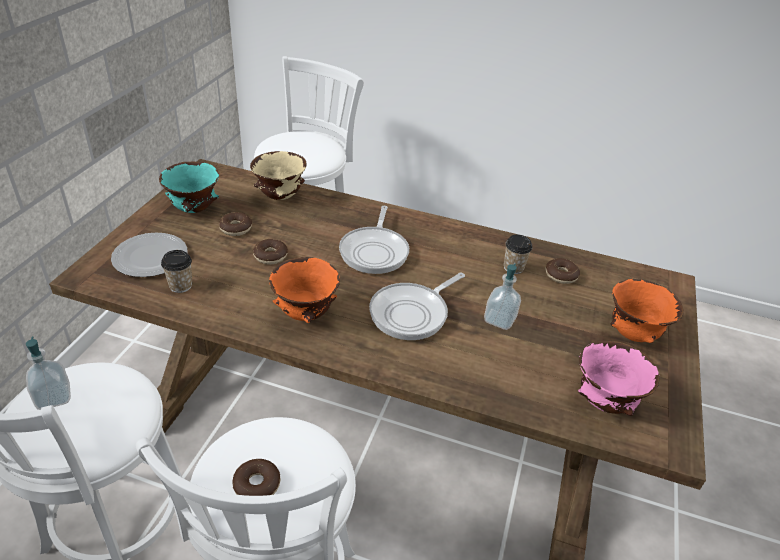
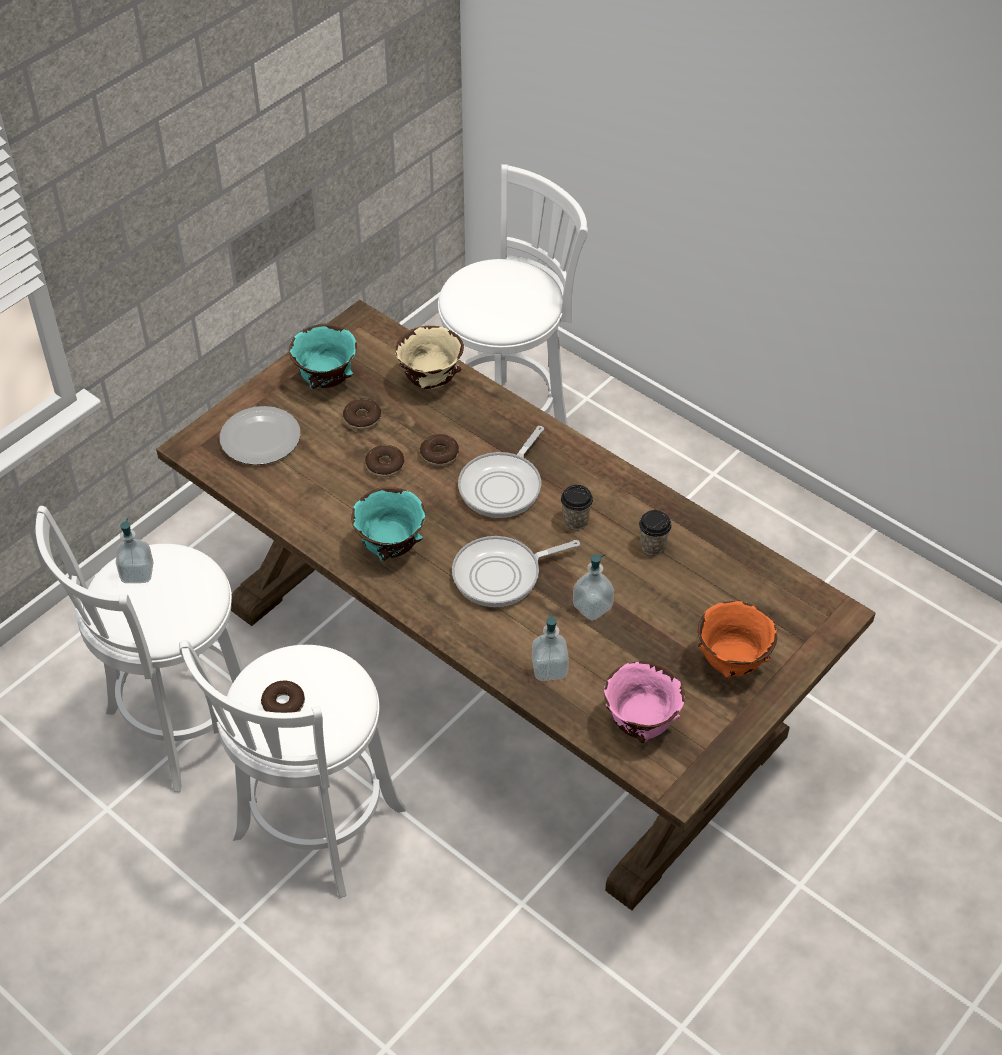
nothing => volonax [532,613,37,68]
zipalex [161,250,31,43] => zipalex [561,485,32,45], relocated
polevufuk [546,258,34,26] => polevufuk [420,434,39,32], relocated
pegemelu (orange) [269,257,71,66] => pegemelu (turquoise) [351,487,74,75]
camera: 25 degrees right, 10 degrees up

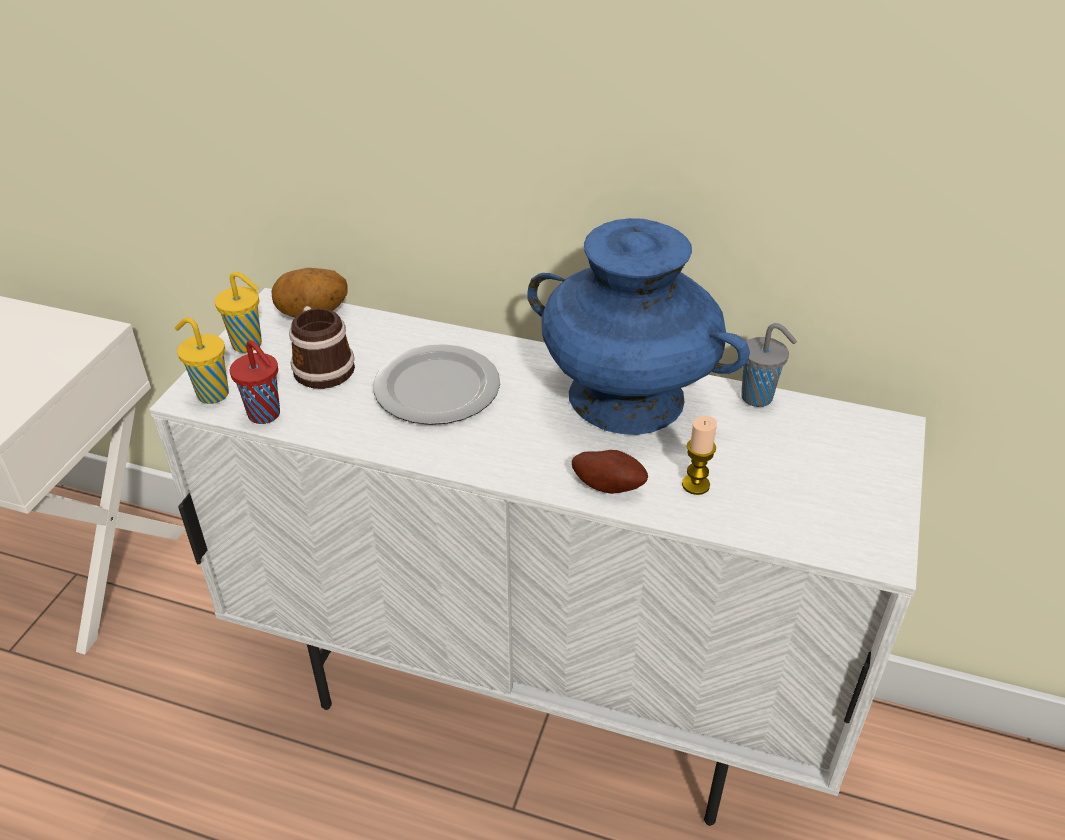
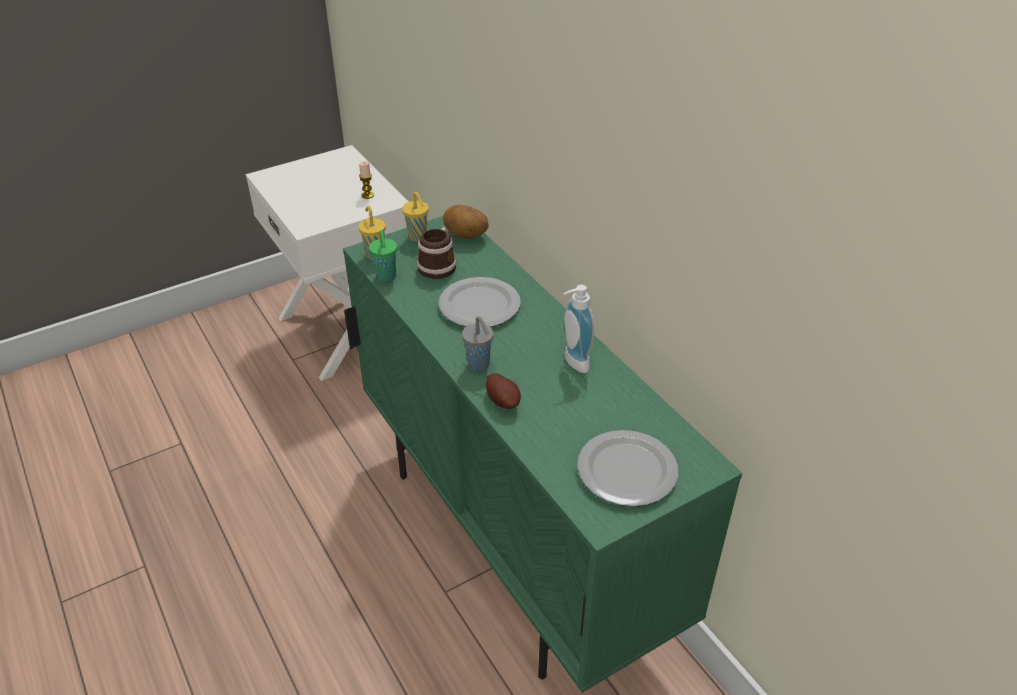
nothing => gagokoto [577,430,101,77]
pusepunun [682,416,35,79] => pusepunun [359,161,15,38], relocated
zipalex (grey) [741,323,56,84] => zipalex (grey) [462,316,32,55], relocated
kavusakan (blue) [528,218,222,217] => volonax [563,285,31,88]
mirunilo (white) [149,288,777,538] => mirunilo (green) [343,216,399,477]
zipalex (red) [230,340,50,84] => zipalex (green) [369,230,28,52]
camera: 40 degrees right, 0 degrees up

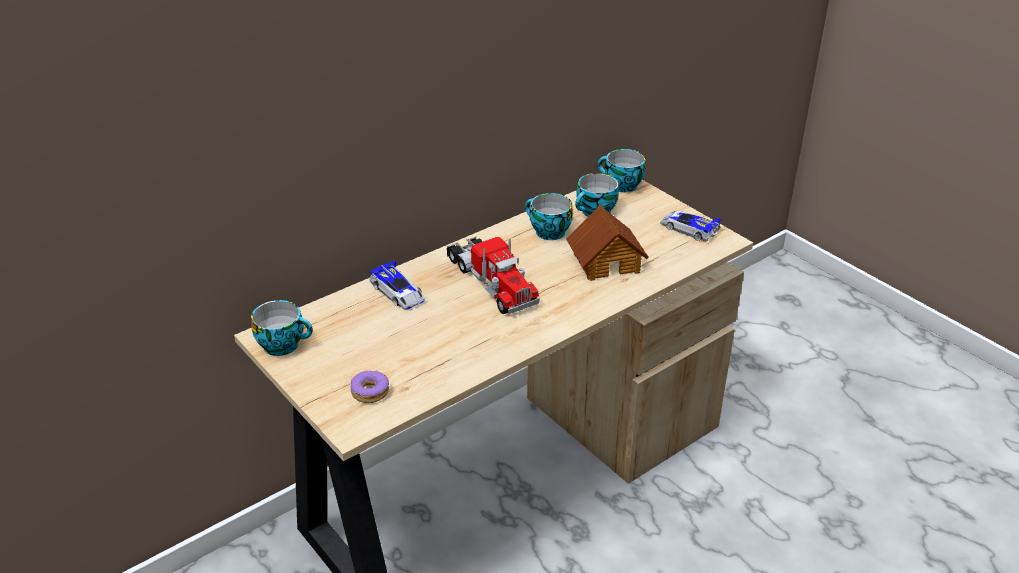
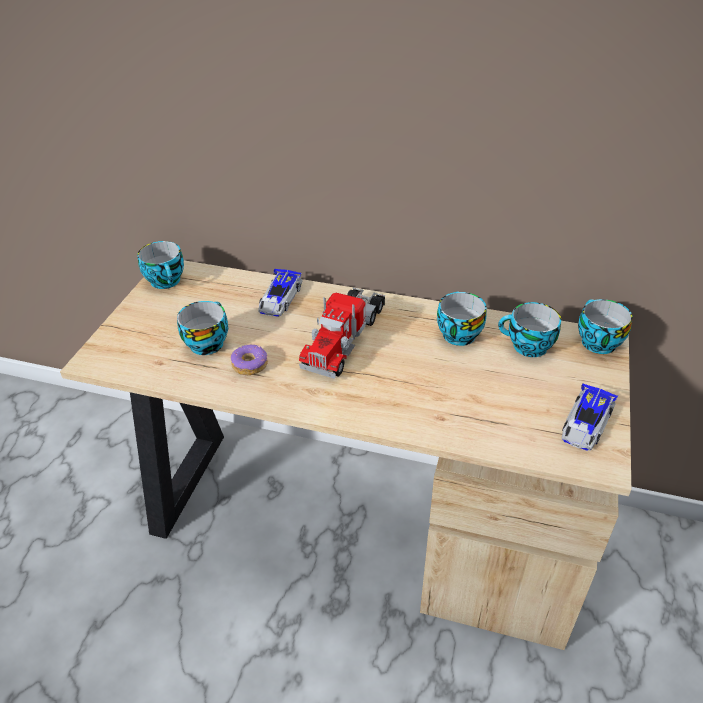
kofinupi [566,205,82,76] => nothing
nothing => zipalex [177,301,51,54]
polevufuk [350,371,39,32] => polevufuk [231,345,37,30], relocated
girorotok [660,211,61,31] => girorotok [561,383,57,68], 150 degrees counterclockwise
camera: 55 degrees right, 5 degrees up

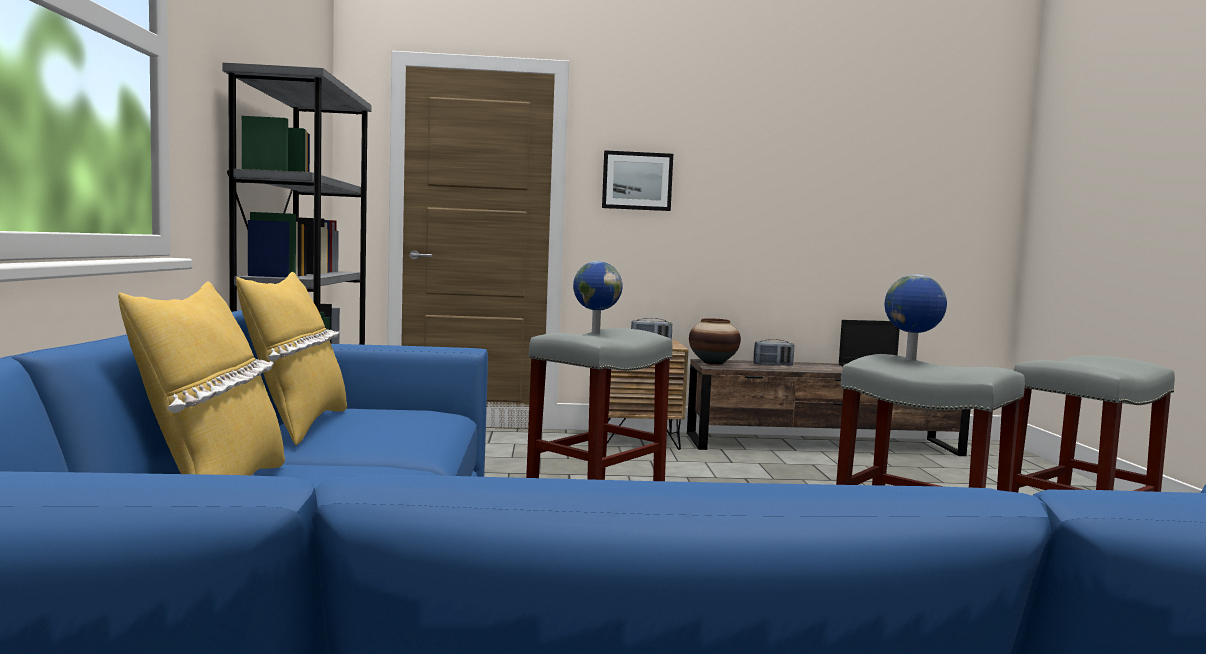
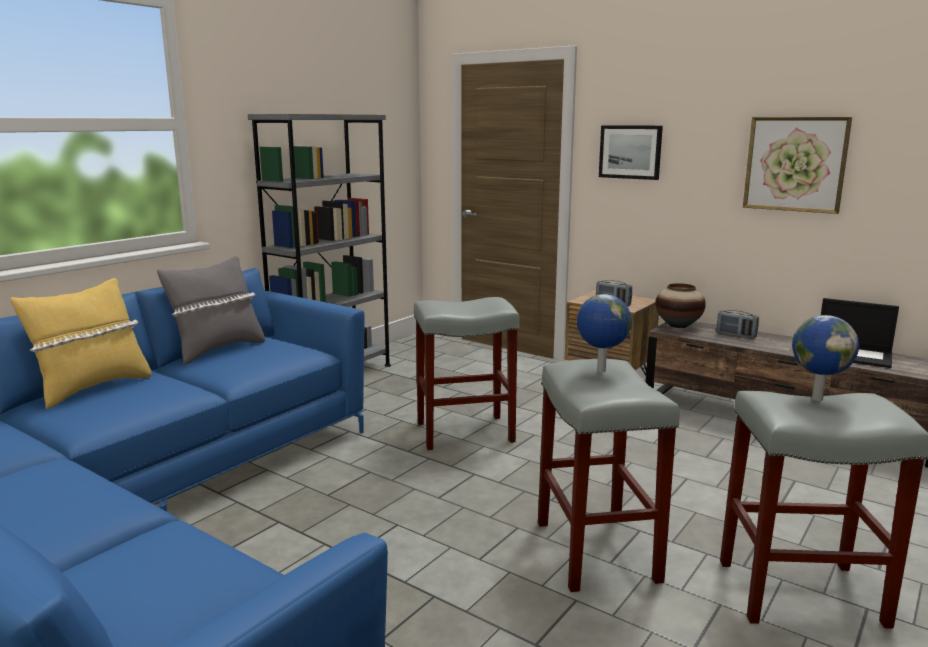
nothing => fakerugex [743,117,109,97]
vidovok [573,261,50,73] => vidovok [792,315,67,86], relocated
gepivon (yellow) [236,272,111,173] => gepivon (grey) [157,256,108,109]
camera: 40 degrees right, 10 degrees up

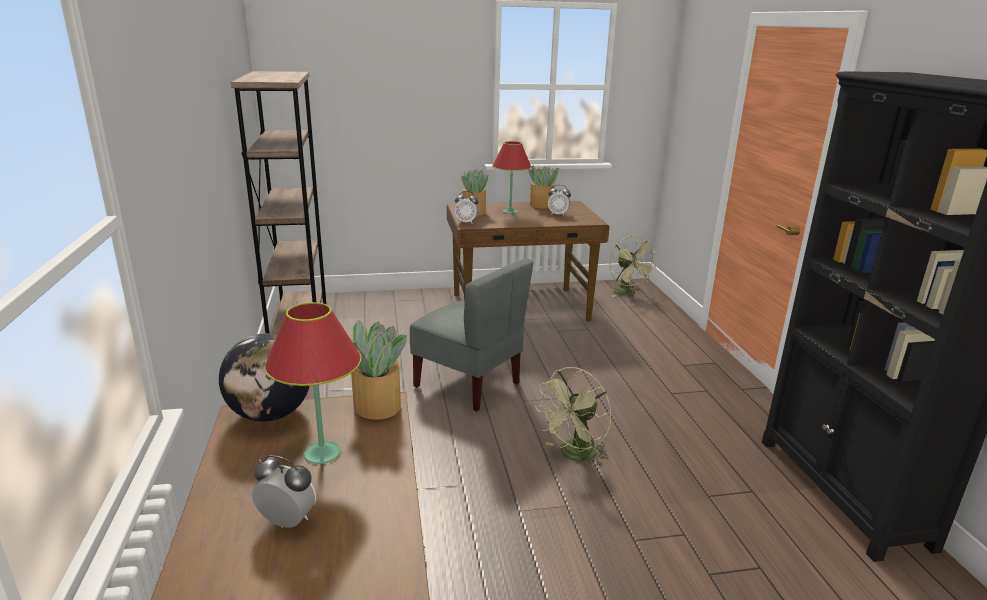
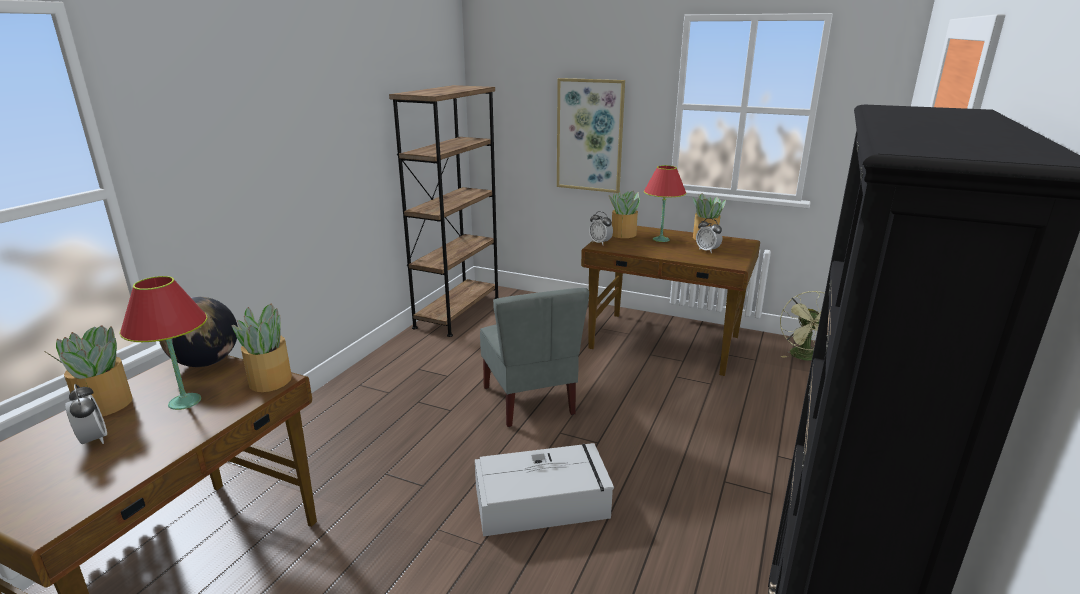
nothing => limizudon [43,325,90,92]
nothing => fakerugex [557,78,68,115]
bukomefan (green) [535,367,76,100] => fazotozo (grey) [475,443,139,94]
camera: 35 degrees right, 0 degrees up

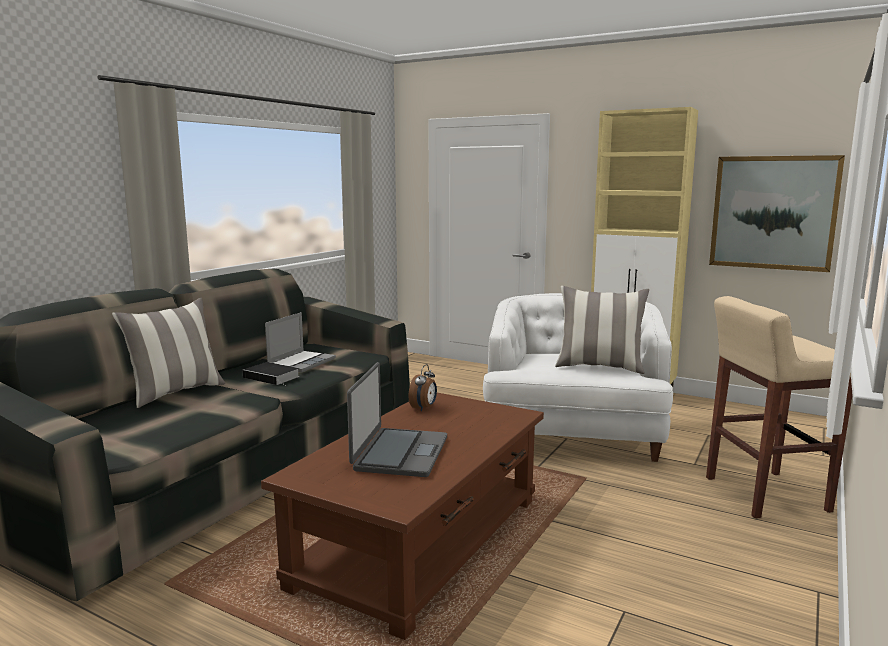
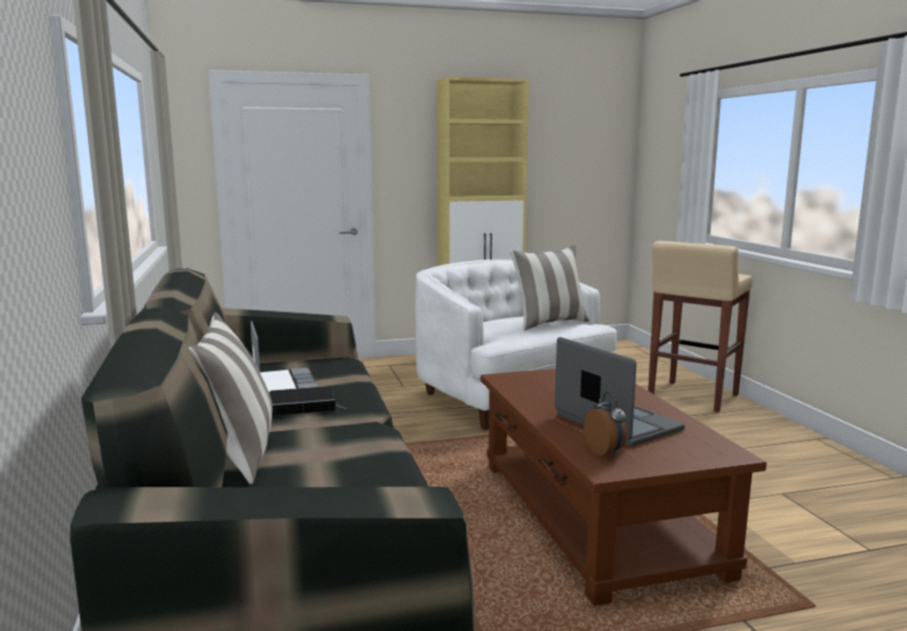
fakerugex [709,155,136,117] => nothing
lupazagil [409,364,28,47] => lupazagil [584,392,43,65], relocated
camera: 45 degrees left, 0 degrees up

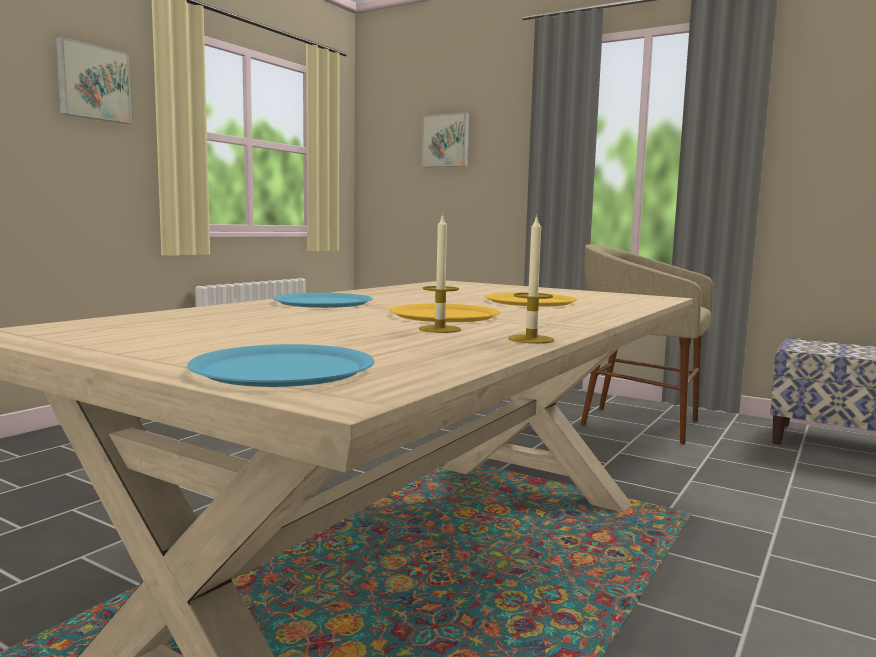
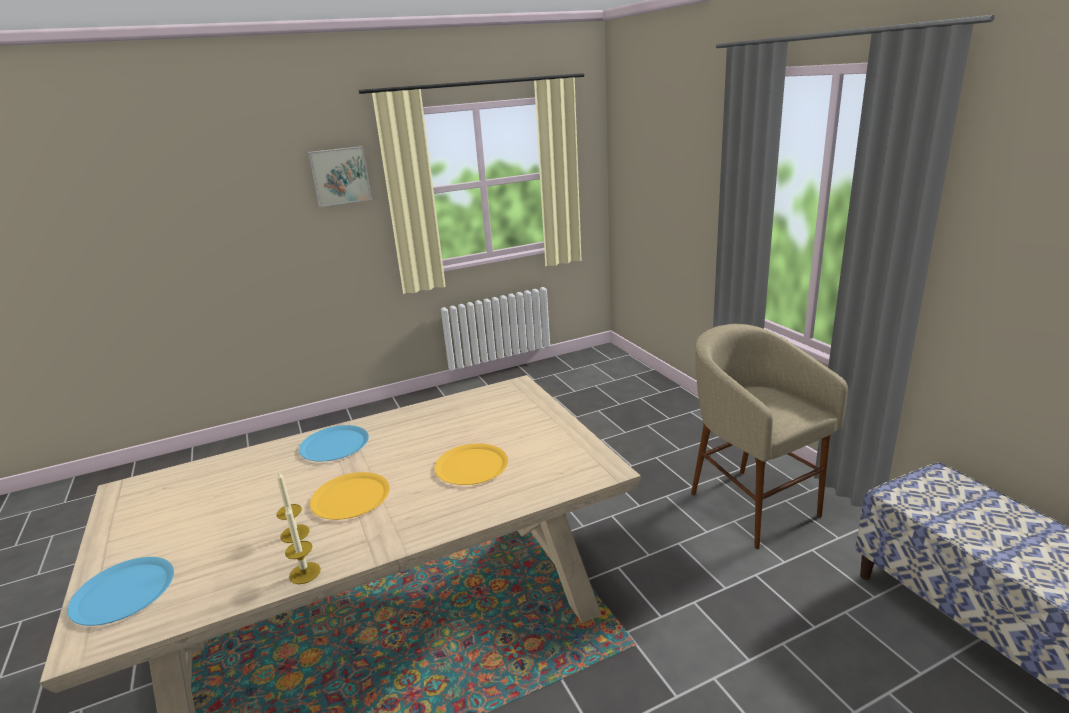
fakerugex [422,112,47,55] => nothing
camera: 35 degrees right, 15 degrees up

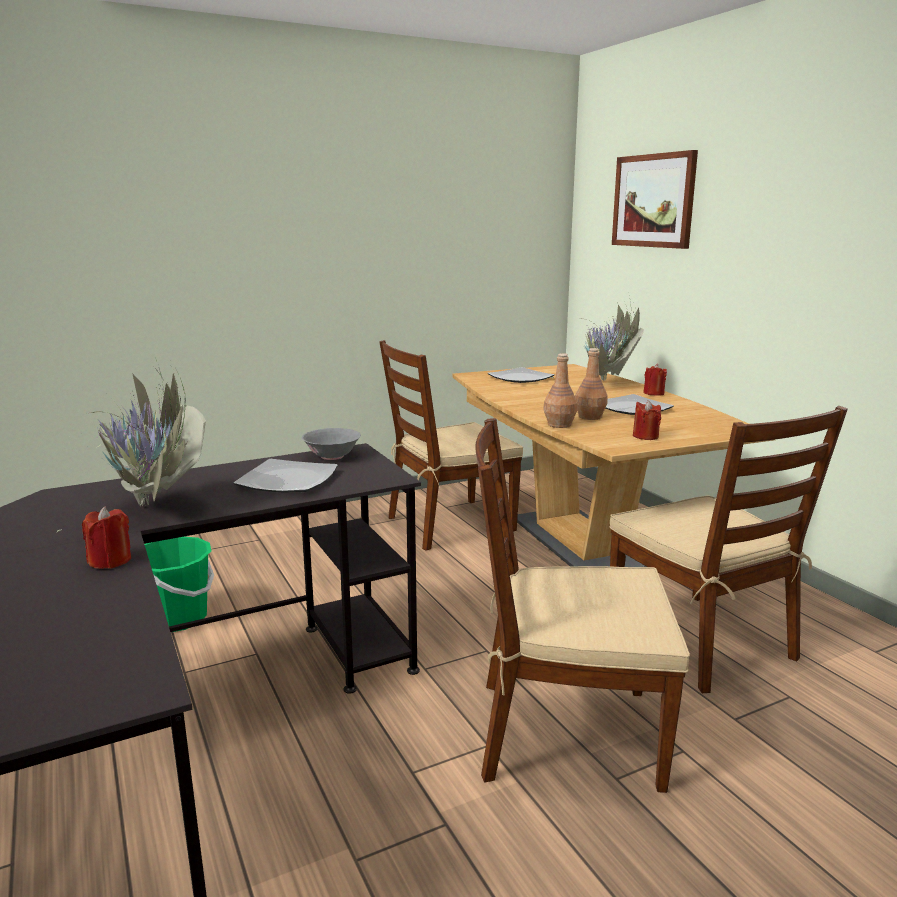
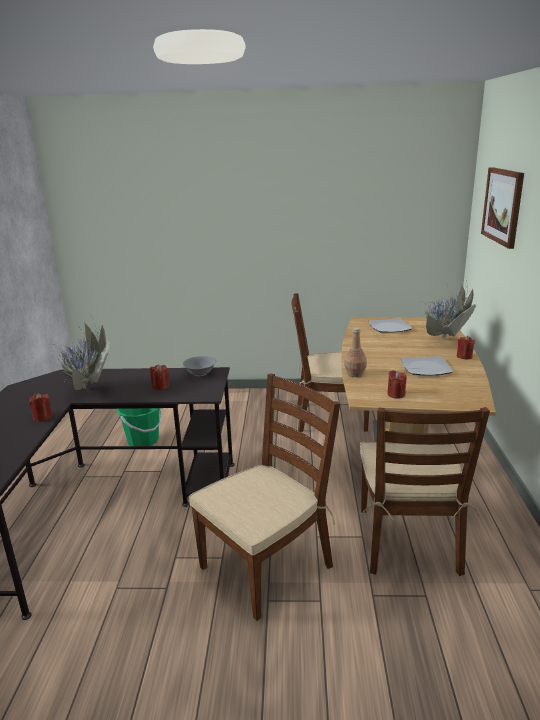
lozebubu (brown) [575,348,33,72] => nothing
gagokoto [233,459,105,33] => pusepunun (red) [150,364,19,26]
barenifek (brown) [475,418,215,375] => barenifek (brown) [189,373,151,248], 105 degrees clockwise
camera: 30 degrees right, 5 degrees up

